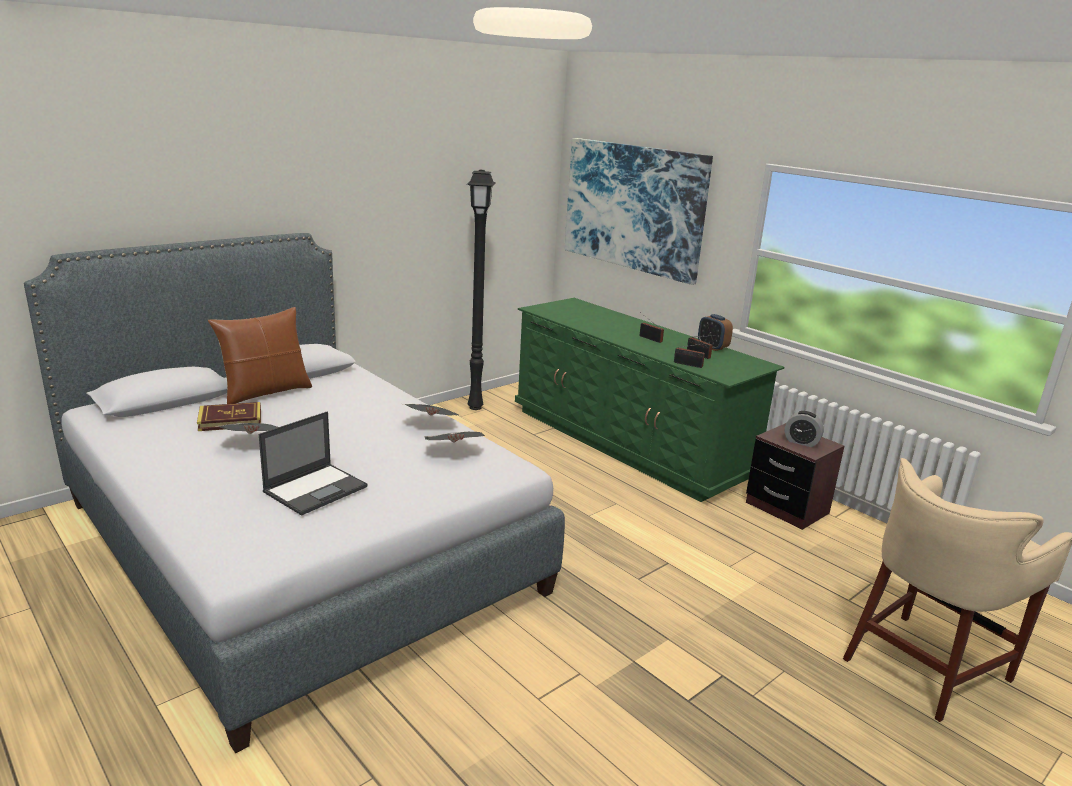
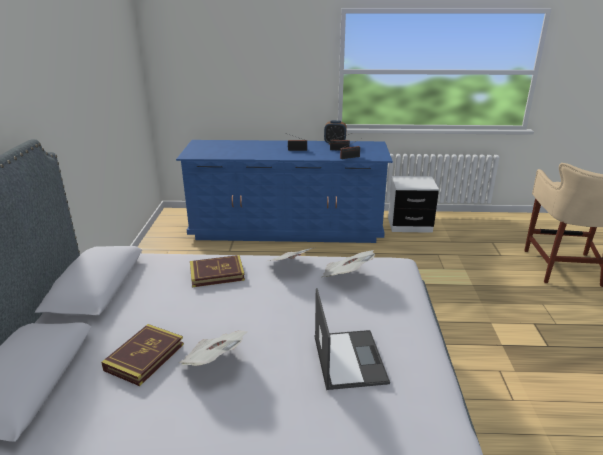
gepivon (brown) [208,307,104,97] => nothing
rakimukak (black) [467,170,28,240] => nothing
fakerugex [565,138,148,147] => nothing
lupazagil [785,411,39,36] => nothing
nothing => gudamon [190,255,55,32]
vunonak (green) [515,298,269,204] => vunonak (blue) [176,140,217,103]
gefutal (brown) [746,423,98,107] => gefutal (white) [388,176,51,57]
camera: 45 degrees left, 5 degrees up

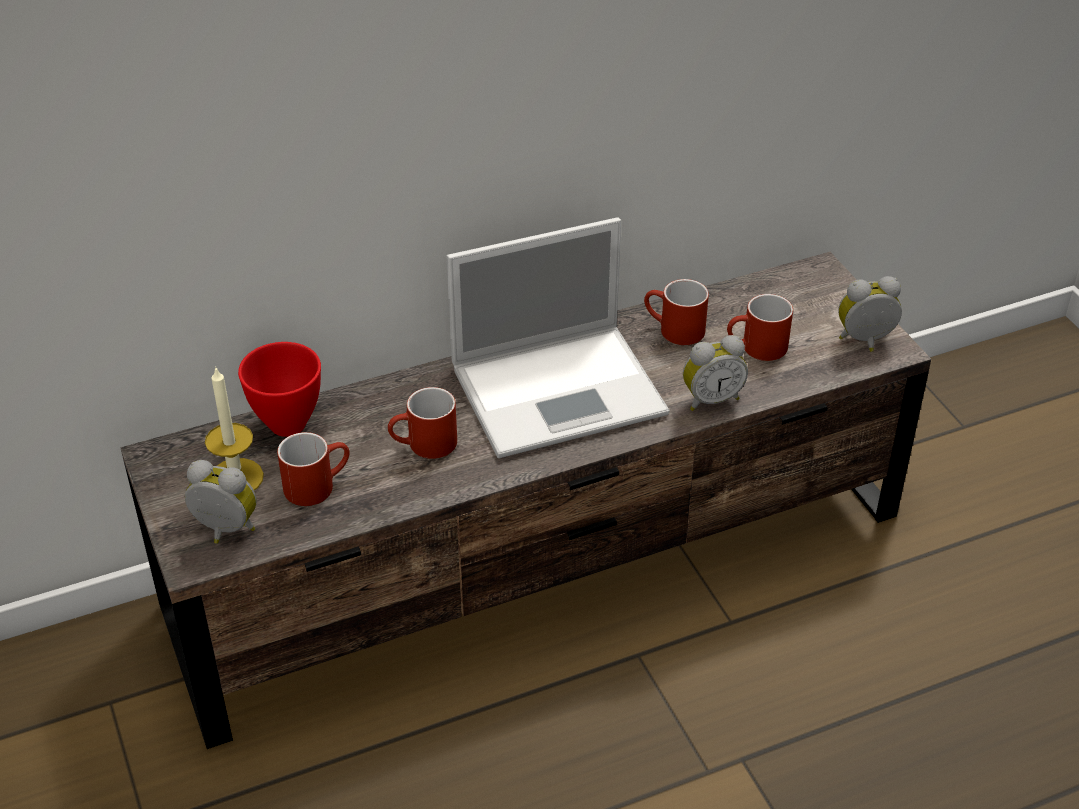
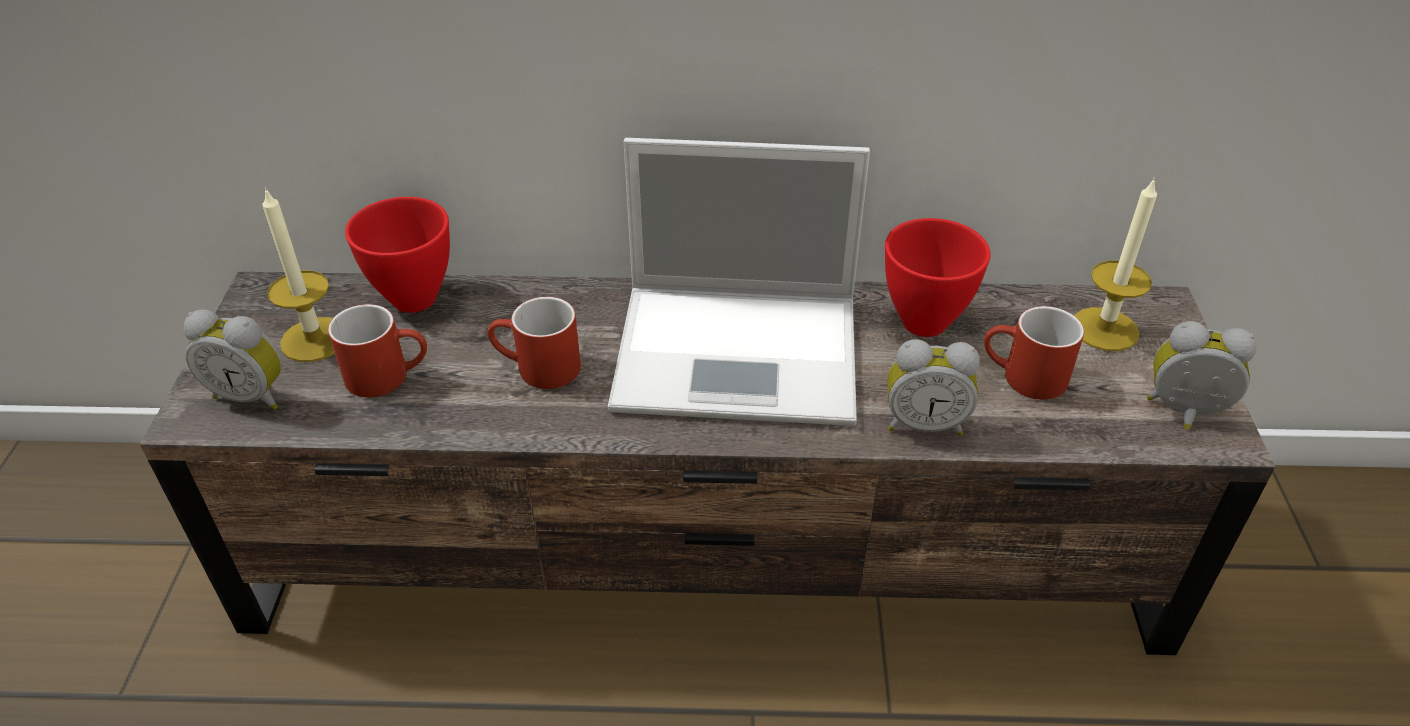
nothing => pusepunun [1074,177,83,174]
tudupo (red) [644,279,65,66] => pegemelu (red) [885,218,106,119]
lupazagil [185,460,72,84] => lupazagil [183,310,99,100], 150 degrees clockwise
camera: 25 degrees right, 0 degrees up

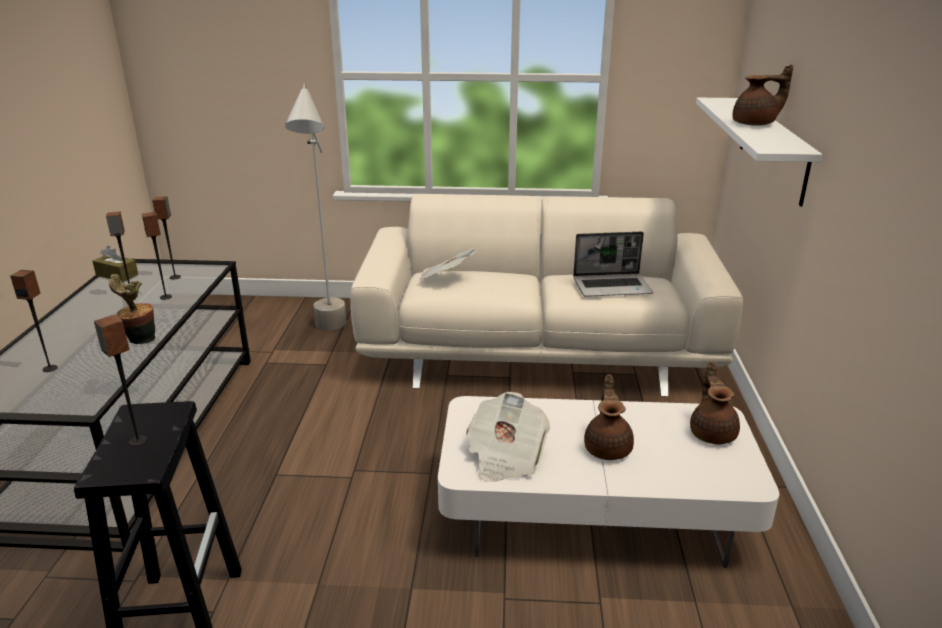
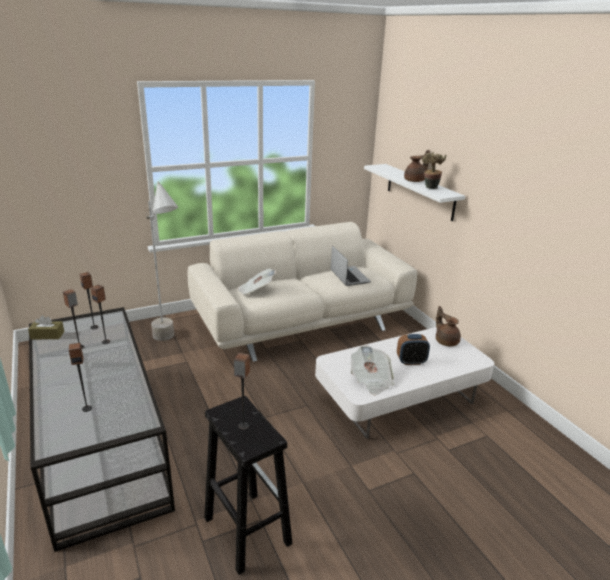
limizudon [109,274,46,70] => limizudon [422,152,25,37], relocated
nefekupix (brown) [584,374,50,86] => lupazagil [397,334,33,31]
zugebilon [573,232,80,65] => zugebilon [331,246,40,40], 75 degrees counterclockwise
camera: 30 degrees left, 0 degrees up

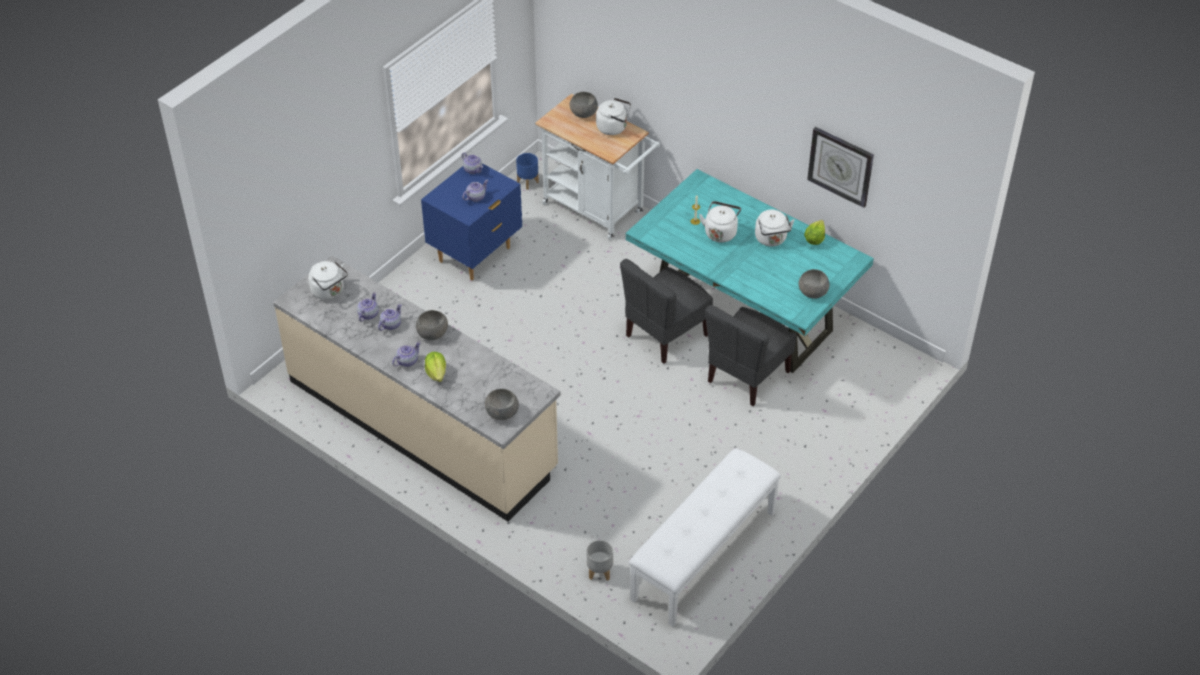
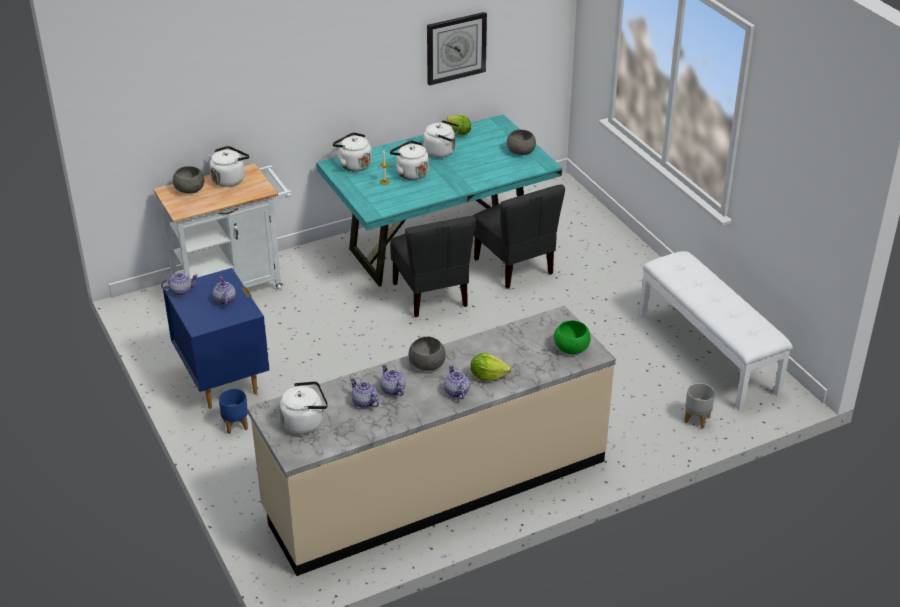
nothing => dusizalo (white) [332,132,40,40]
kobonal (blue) [516,153,23,36] => kobonal (blue) [219,389,29,45], relocated
pegemelu (grey) [485,389,34,31] => pegemelu (green) [554,320,37,34]
camera: 65 degrees left, 10 degrees down

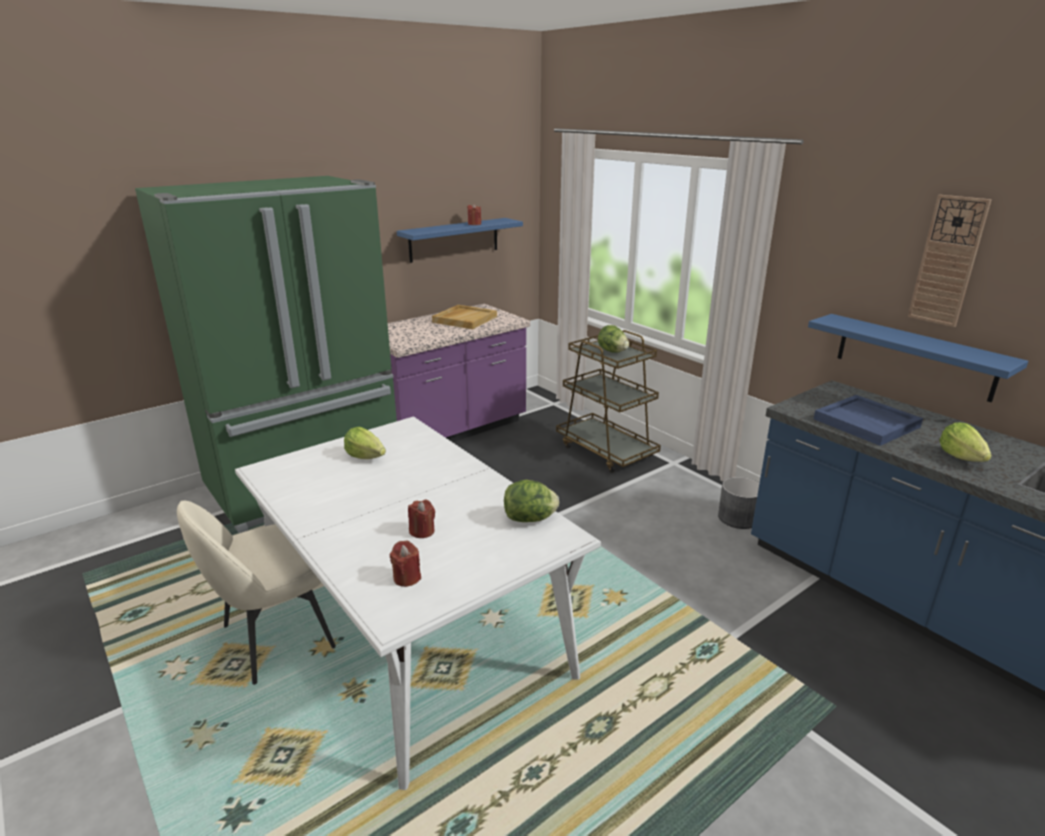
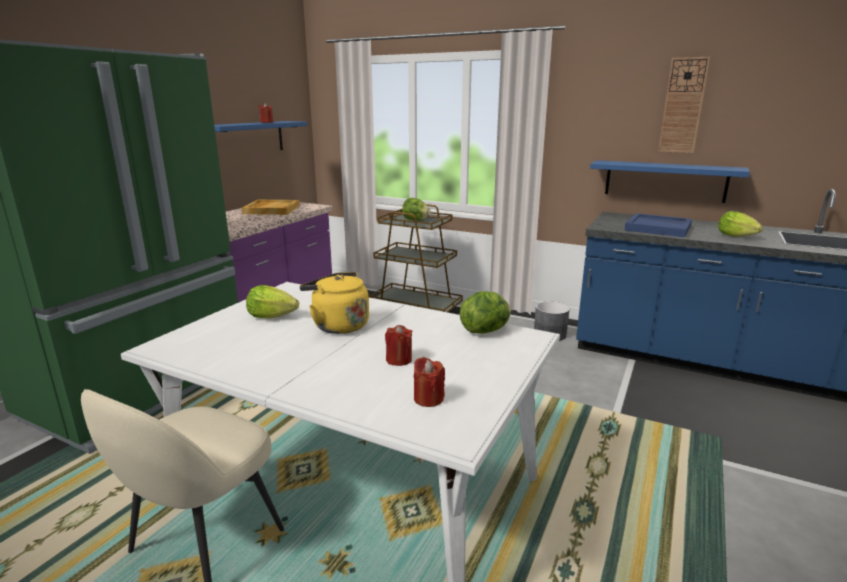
nothing => dusizalo (yellow) [300,272,69,62]
camera: 25 degrees left, 5 degrees down

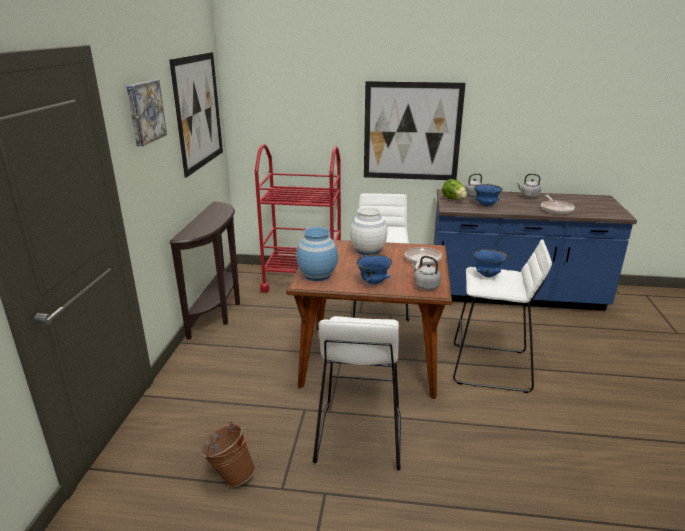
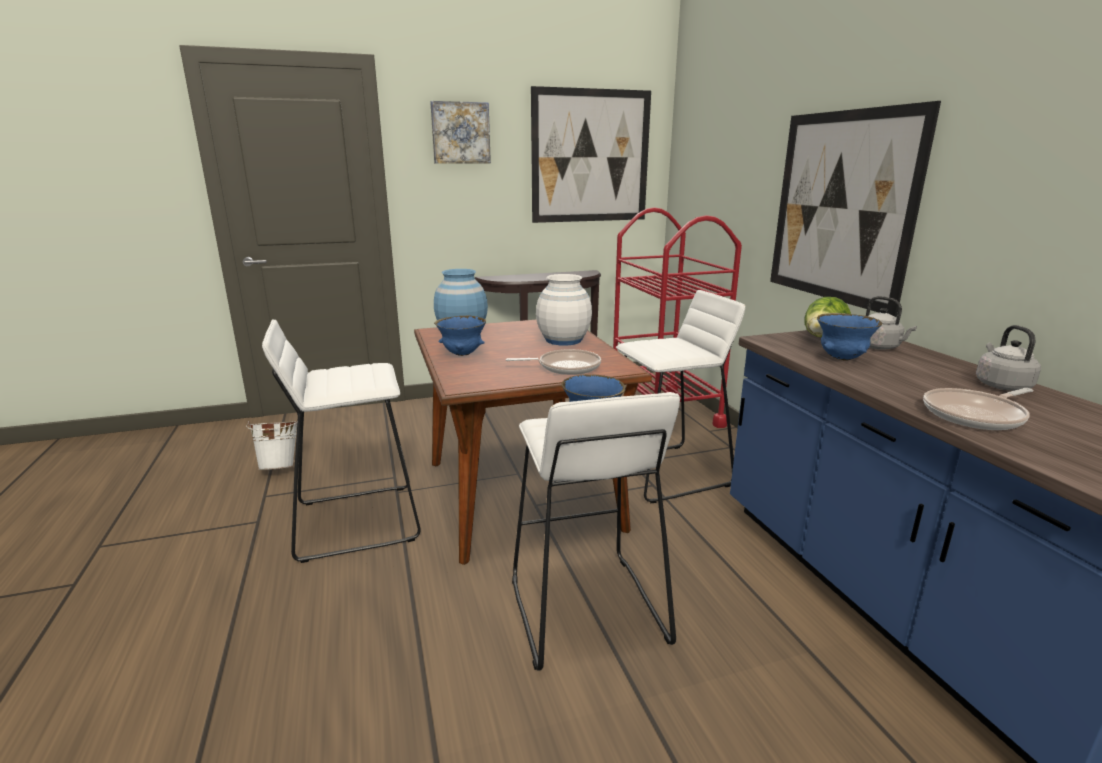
dusizalo (grey) [412,256,29,34] => nothing
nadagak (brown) [200,421,55,66] => nadagak (white) [246,420,52,50]
camera: 65 degrees right, 5 degrees down

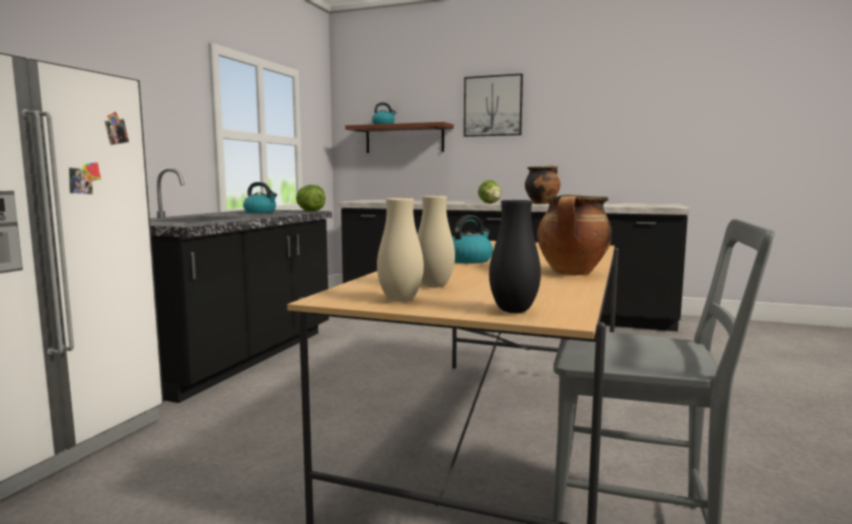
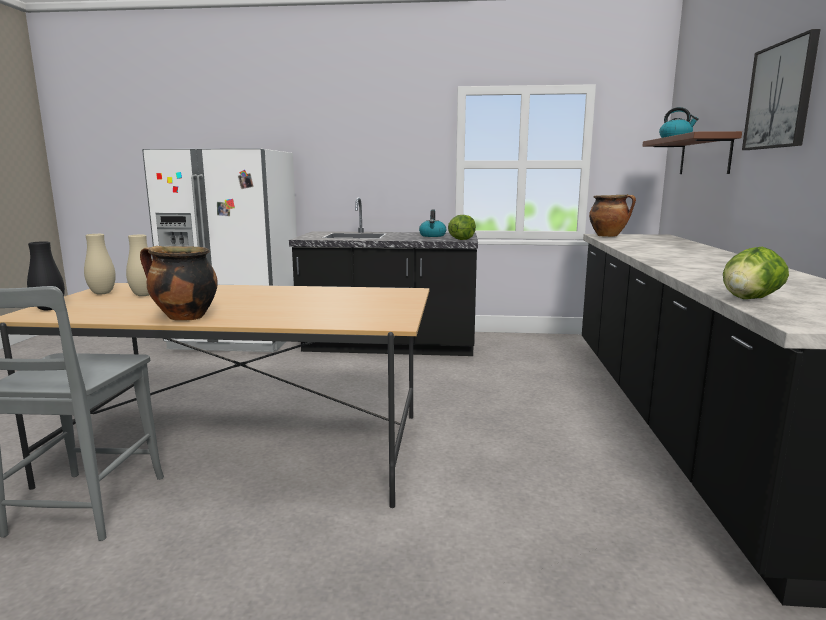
dusizalo [452,215,41,48] => nothing
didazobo [478,180,23,23] => didazobo [723,247,66,52], relocated
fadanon [525,165,35,39] => fadanon [589,194,47,43], relocated
camera: 75 degrees right, 5 degrees up

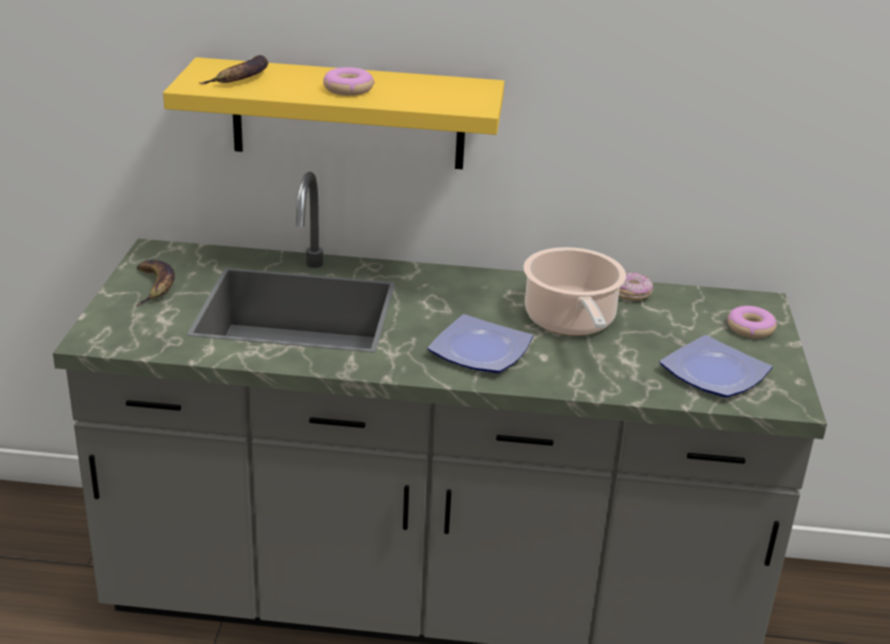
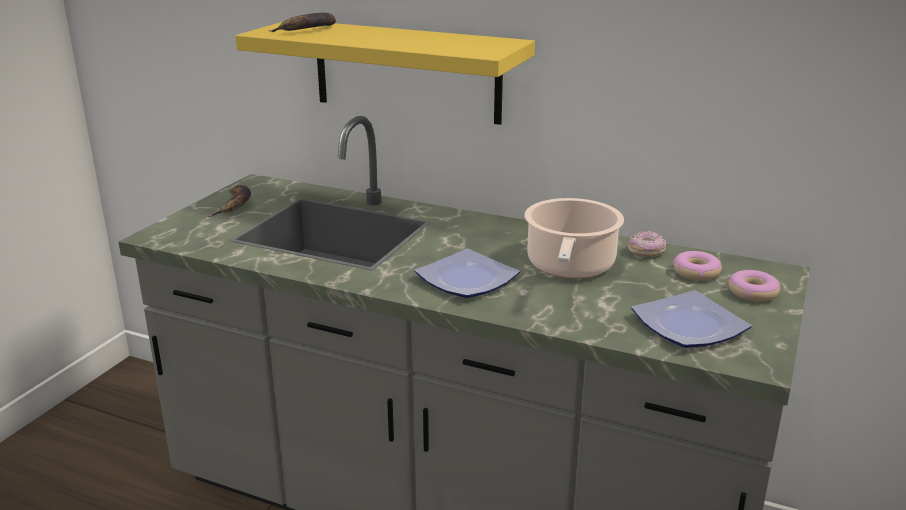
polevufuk [323,67,51,29] => polevufuk [673,251,49,30], relocated
camera: 20 degrees right, 5 degrees down

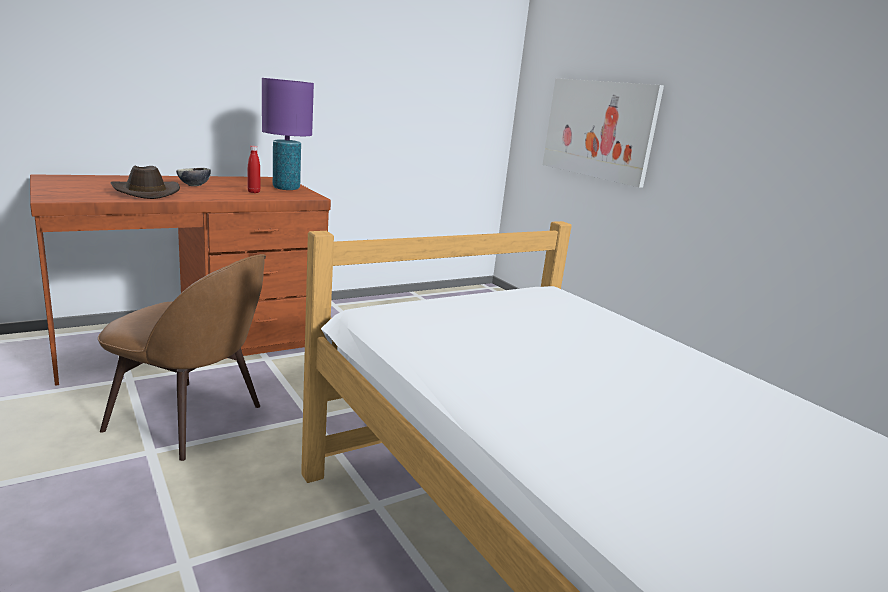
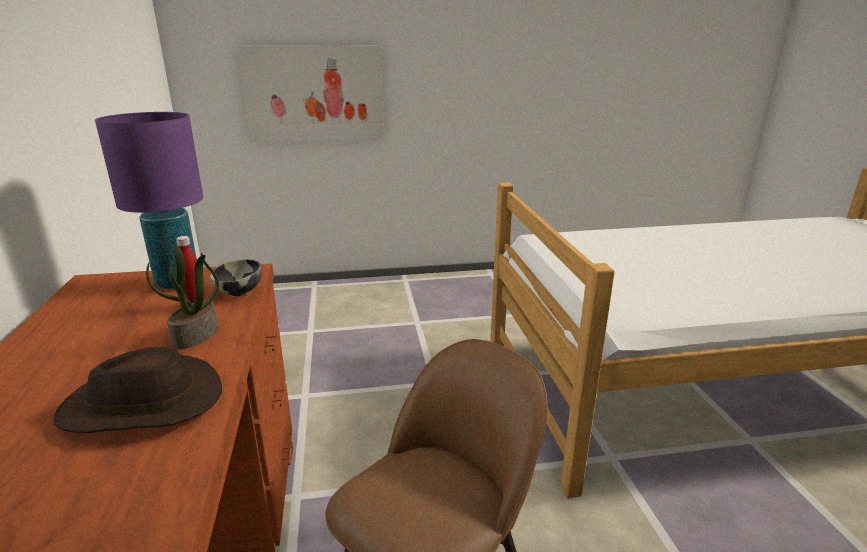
nothing => limizudon [146,245,73,104]
pegemelu [176,168,35,18] => pegemelu [210,259,52,37], relocated
camera: 65 degrees left, 5 degrees up

